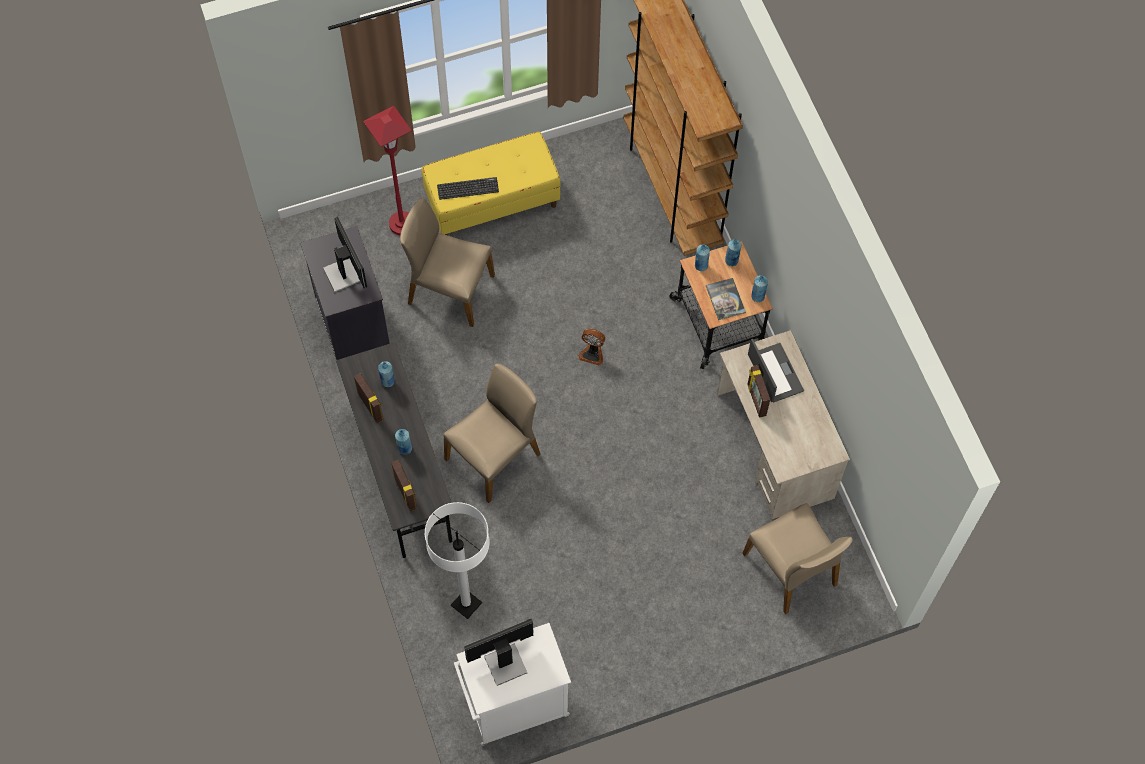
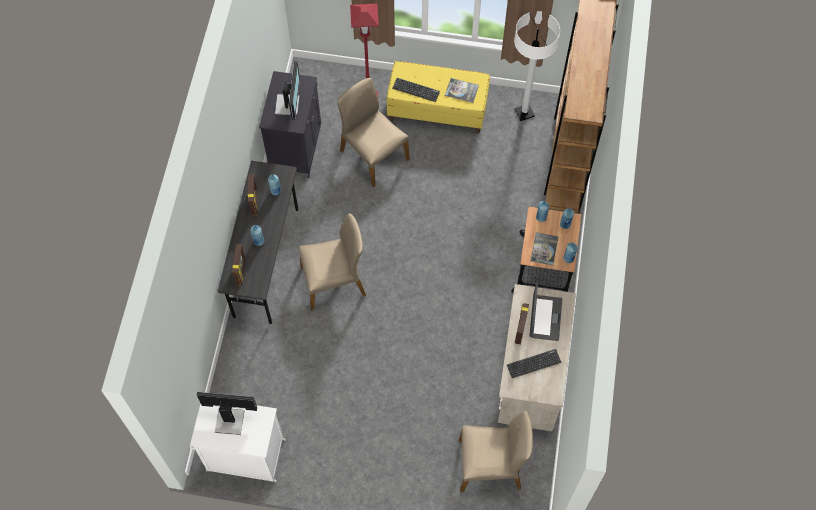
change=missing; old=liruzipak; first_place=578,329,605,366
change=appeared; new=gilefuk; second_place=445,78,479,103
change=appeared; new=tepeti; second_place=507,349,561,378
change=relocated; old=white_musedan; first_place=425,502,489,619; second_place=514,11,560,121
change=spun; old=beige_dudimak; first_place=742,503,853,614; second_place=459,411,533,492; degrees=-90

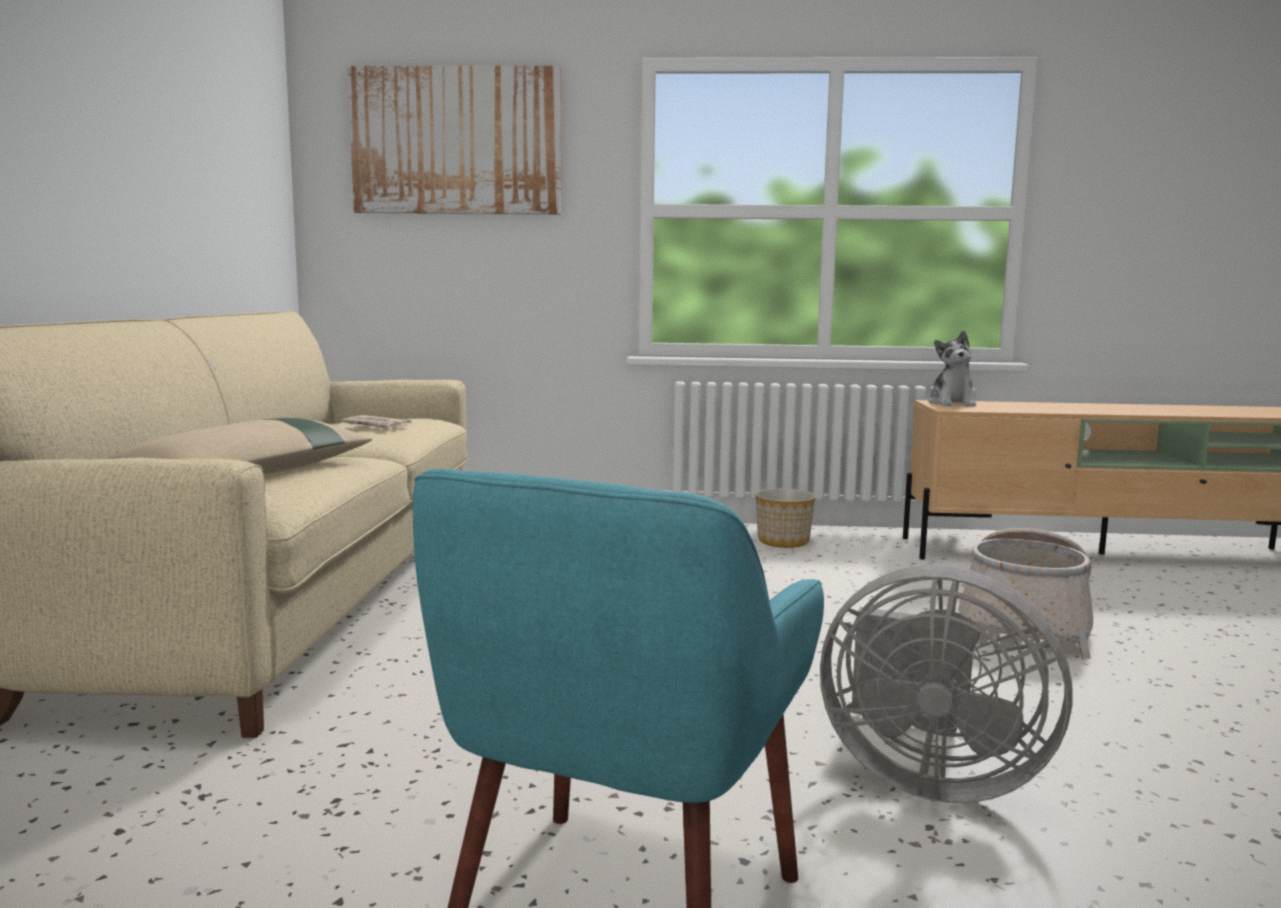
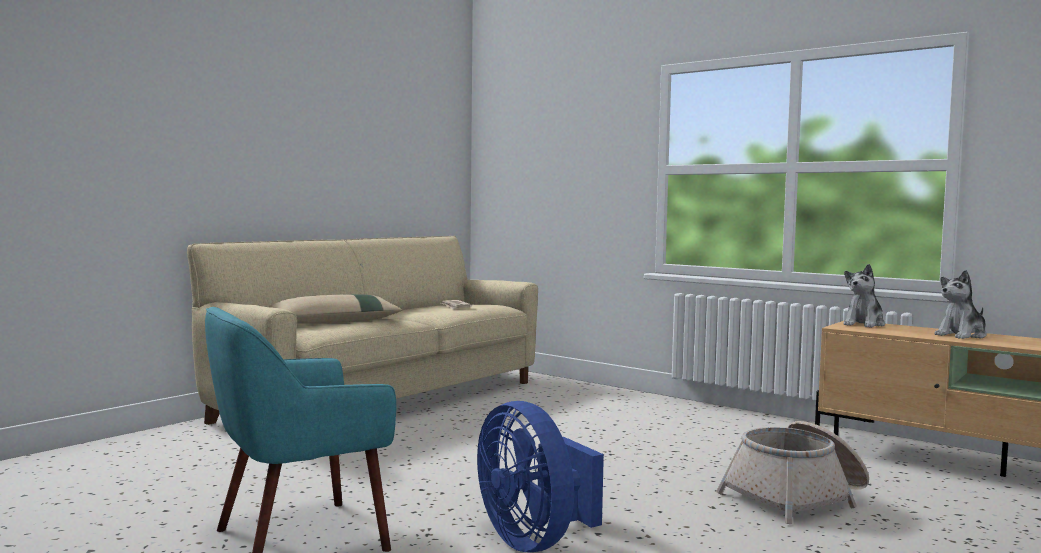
change=missing; old=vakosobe; first_place=348,66,561,214
change=missing; old=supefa; first_place=756,488,816,548
change=appeared; new=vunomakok; second_place=934,270,987,339
change=colour; old=grey_liruzipak; new=blue_liruzipak; first_place=820,565,1072,803; second_place=477,401,604,552

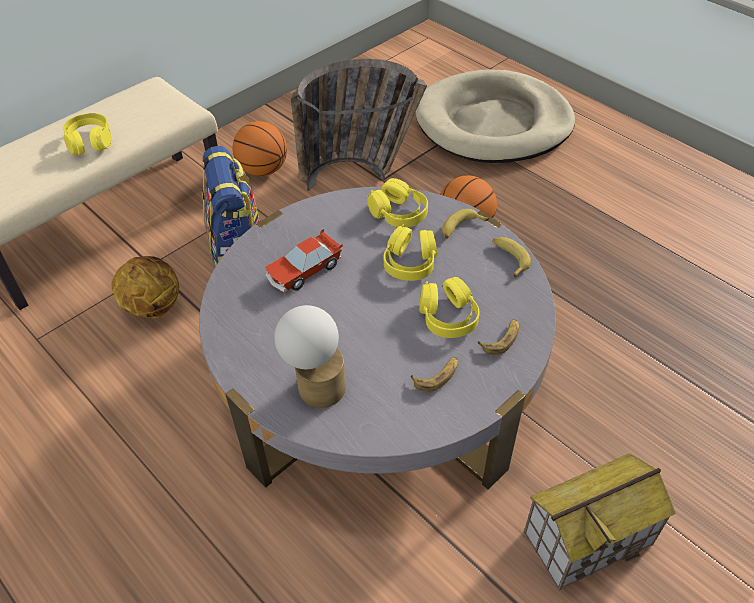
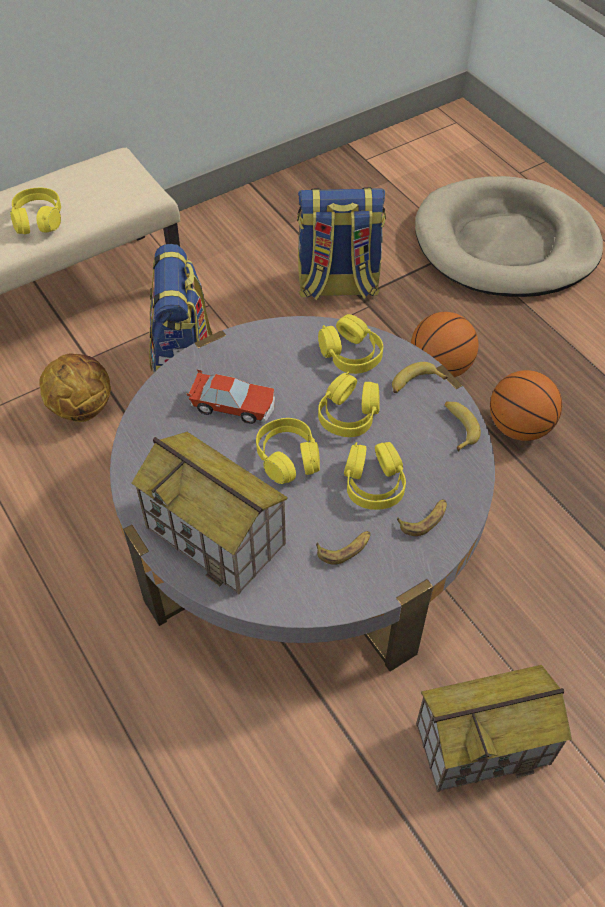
change=appeared; new=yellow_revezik; second_place=256,418,320,484
change=relocated; old=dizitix; first_place=233,121,287,176; second_place=490,370,562,441
change=exchanged; old=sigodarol; new=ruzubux; first_place=274,305,346,408; second_place=131,432,288,594
change=exchanged; old=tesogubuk; new=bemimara; first_place=291,59,427,191; second_place=297,187,386,300
change=spun; old=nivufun; first_place=265,229,343,293; second_place=186,369,275,424; degrees=-135

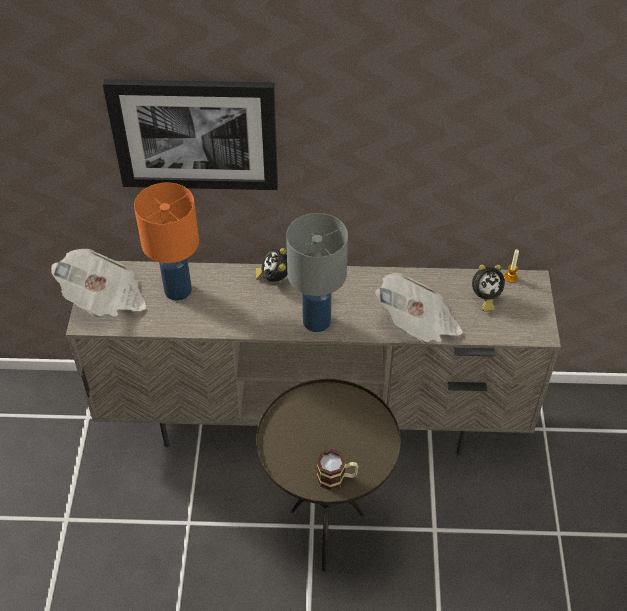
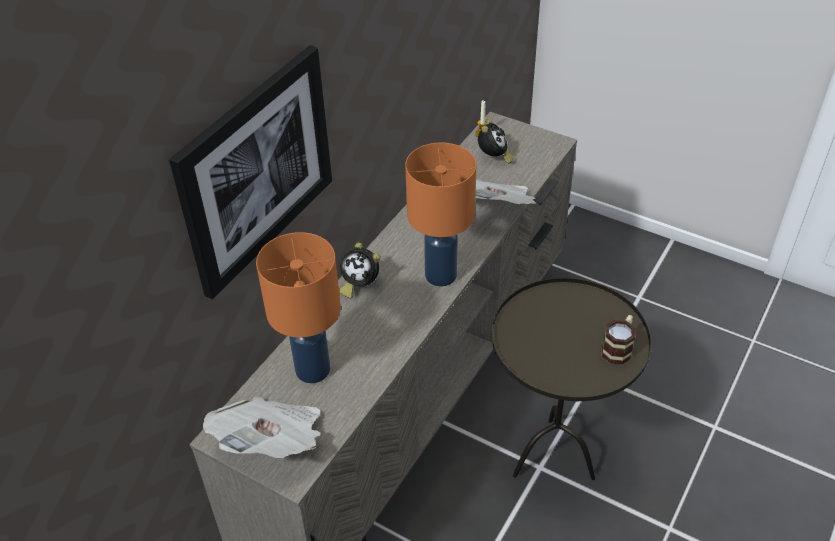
change=colour; old=grey_sigodarol; new=orange_sigodarol; first_place=286,213,348,332; second_place=405,143,476,287

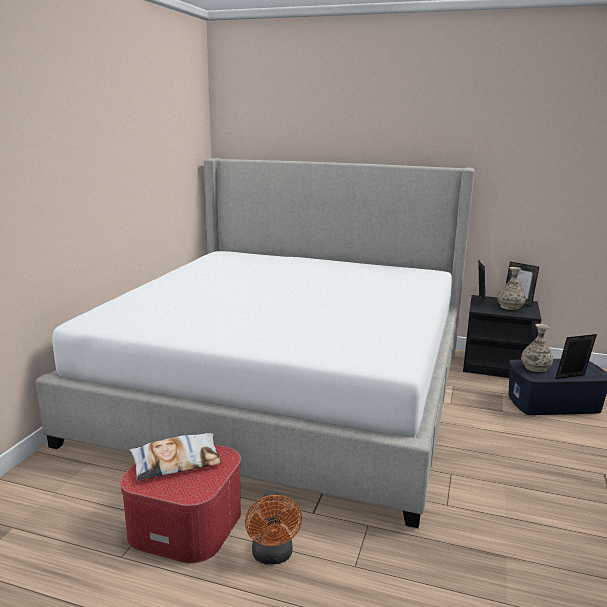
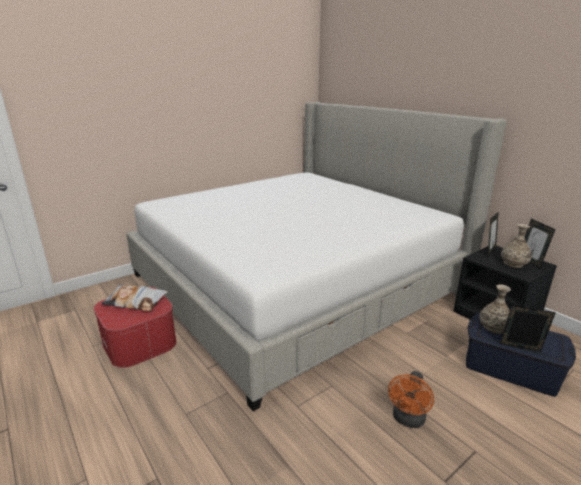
change=relocated; old=orange_liruzipak; first_place=245,490,302,565; second_place=388,371,434,428

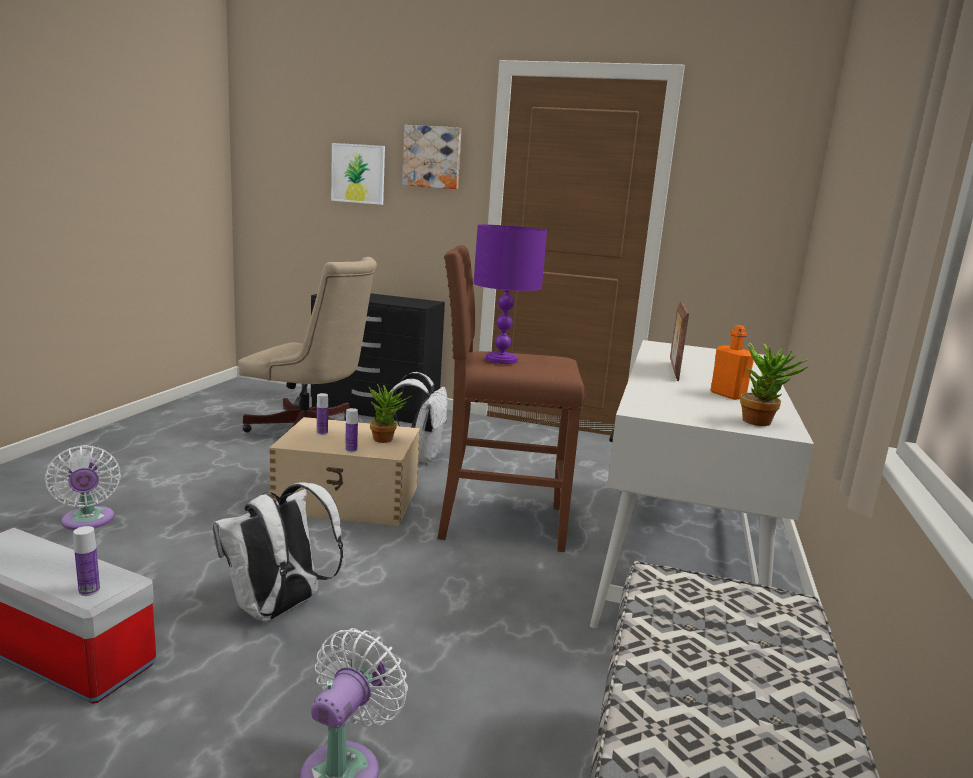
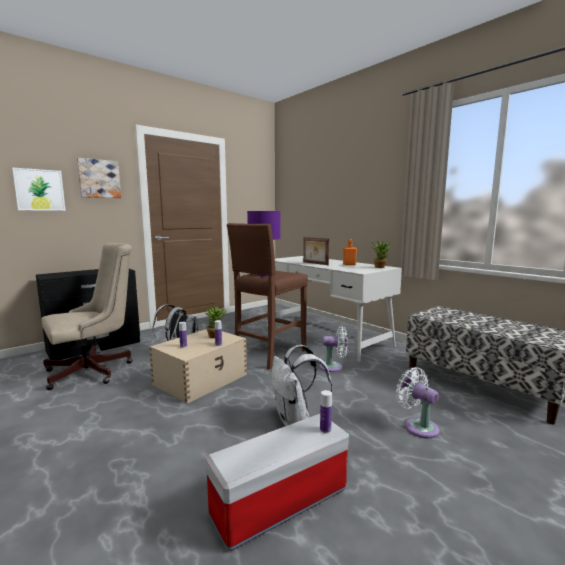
change=relocated; old=white_liruzipak; first_place=45,445,121,530; second_place=319,326,347,372

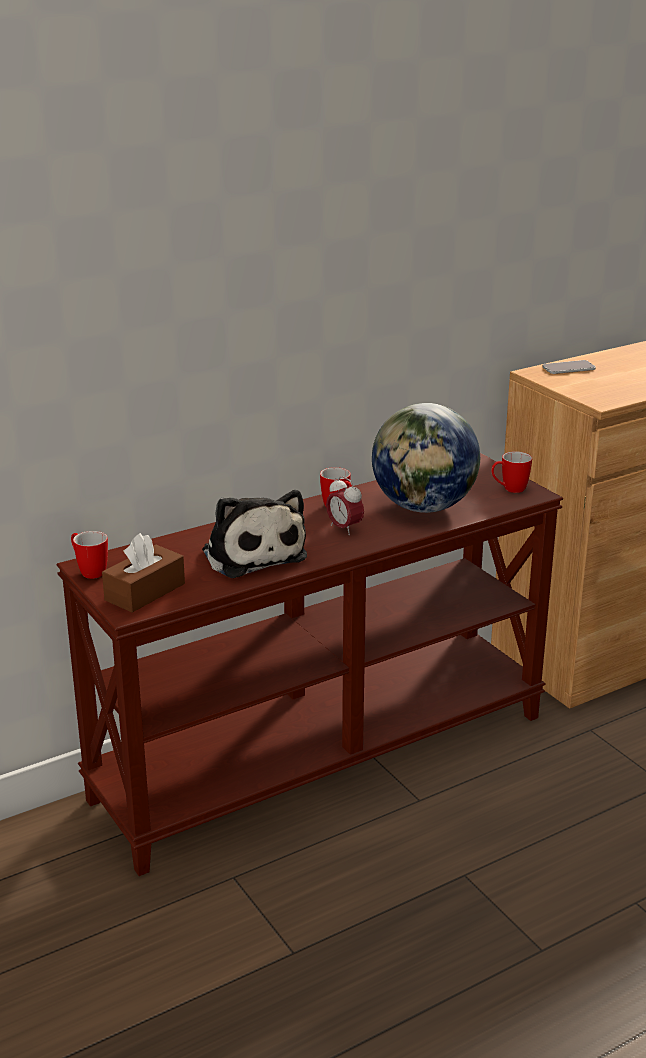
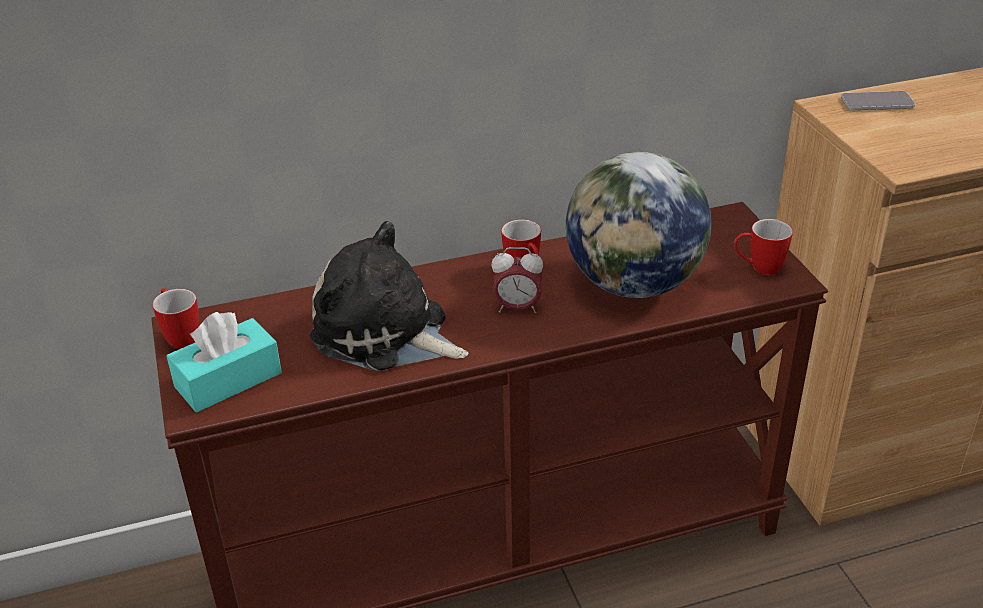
change=colour; old=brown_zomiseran; new=turquoise_zomiseran; first_place=102,533,185,613; second_place=166,312,282,412
change=spun; old=vunomakok; first_place=202,490,307,578; second_place=310,221,468,371; degrees=135
change=spun; old=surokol; first_place=326,476,364,535; second_place=491,247,543,313; degrees=-60

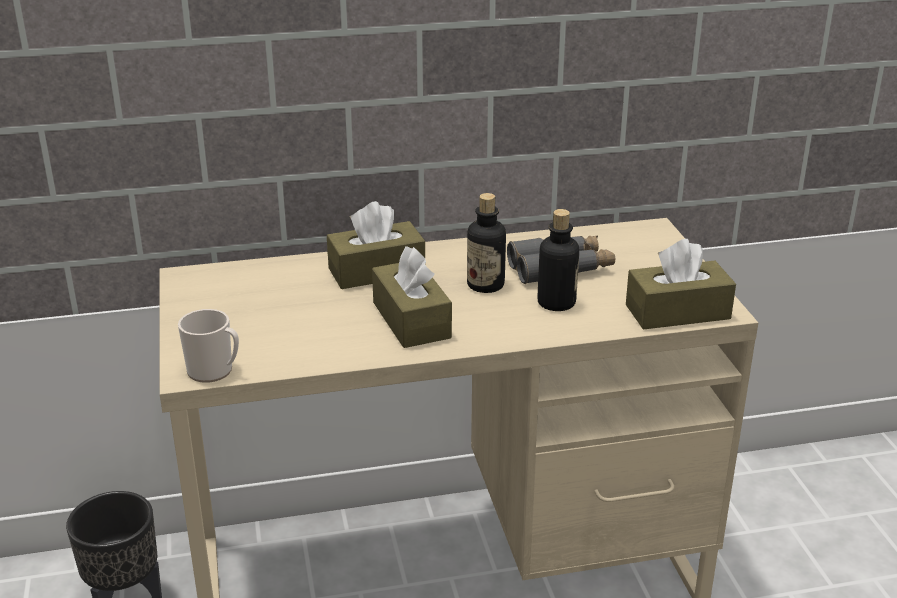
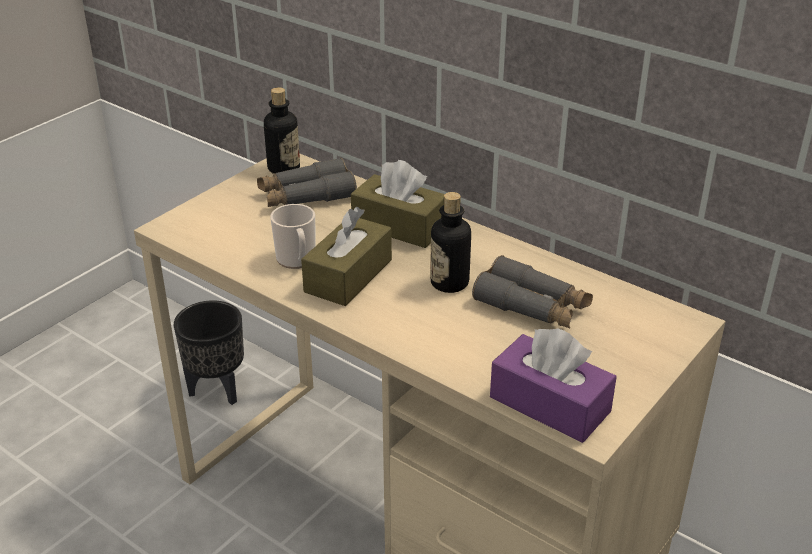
change=appeared; new=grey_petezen; second_place=257,158,357,207
change=relocated; old=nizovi; first_place=178,309,239,383; second_place=270,204,315,269
change=relocated; old=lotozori; first_place=538,209,579,311; second_place=264,87,300,174
change=colour; old=brown_zomiseran; new=purple_zomiseran; first_place=626,239,736,330; second_place=490,328,617,443

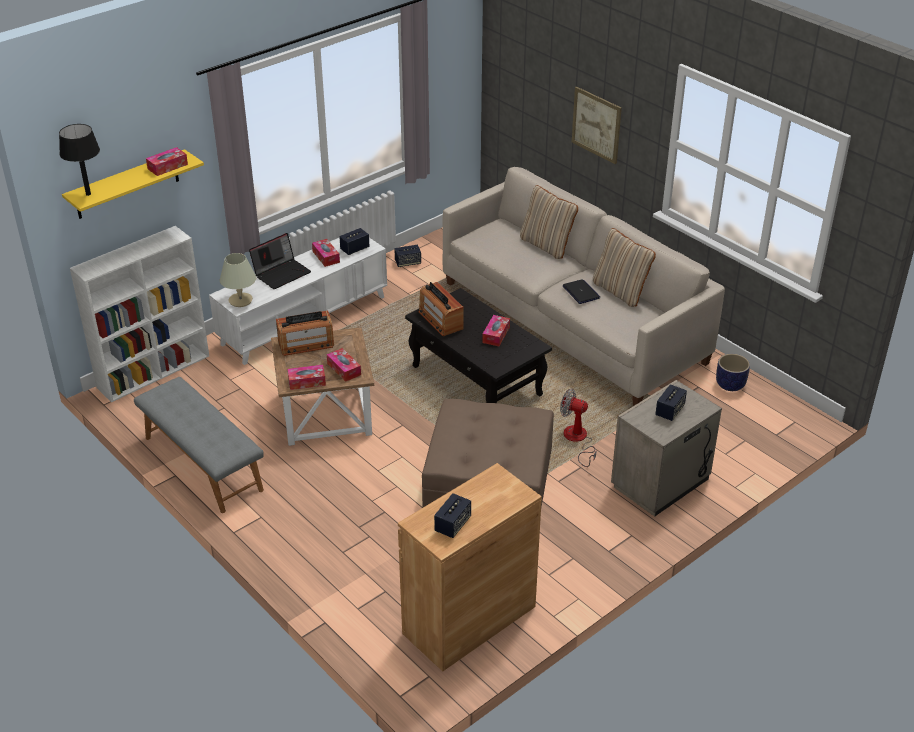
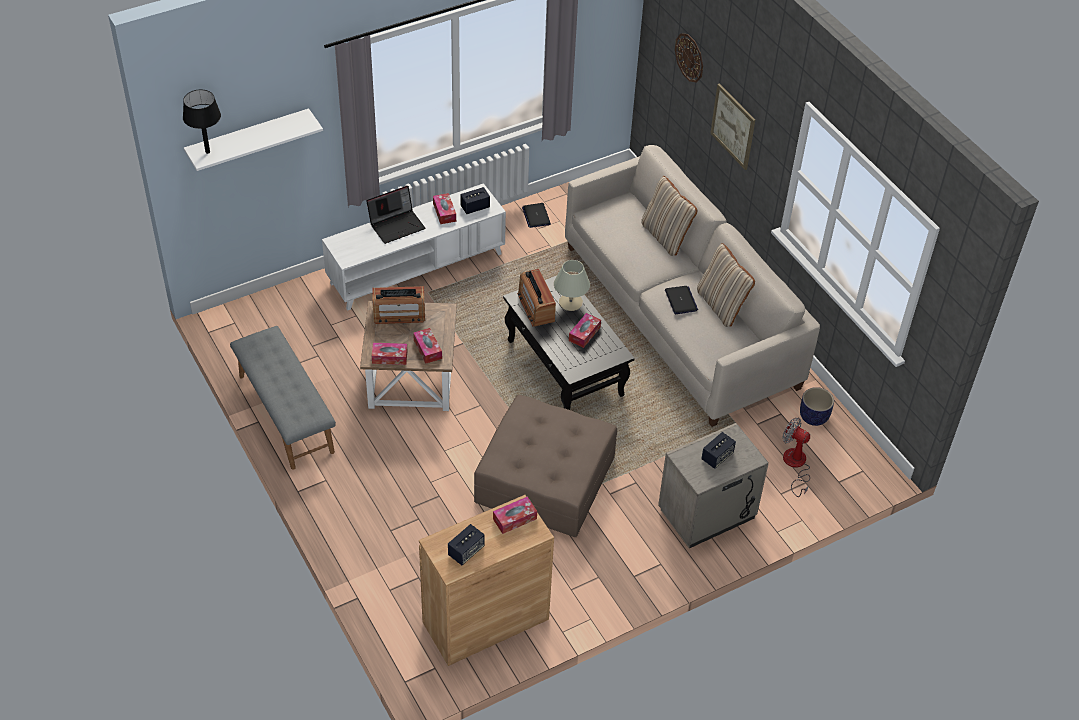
change=missing; old=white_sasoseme; first_place=70,226,209,402
change=appeared; new=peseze; second_place=675,33,703,83
change=relocated; old=zomiseran; first_place=146,147,188,176; second_place=493,497,537,534
change=relocated; old=beige_sigodarol; first_place=220,253,256,307; second_place=554,260,590,311
change=relocated; old=liruzipak; first_place=560,389,597,467; second_place=783,417,810,497
change=exchanged; old=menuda; new=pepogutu; first_place=394,245,421,267; second_place=522,203,551,228
change=colour; old=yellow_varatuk; new=white_varatuk; first_place=62,149,204,219; second_place=184,108,323,171

